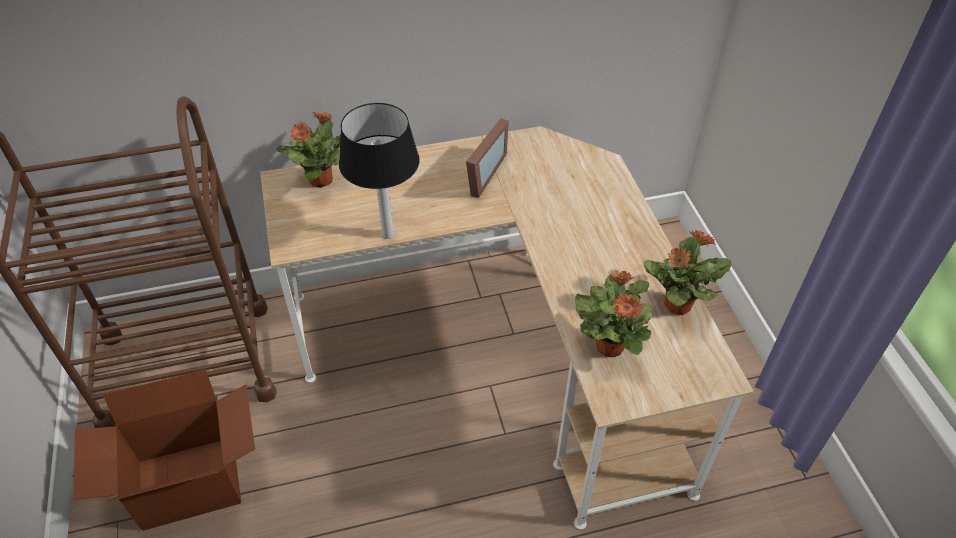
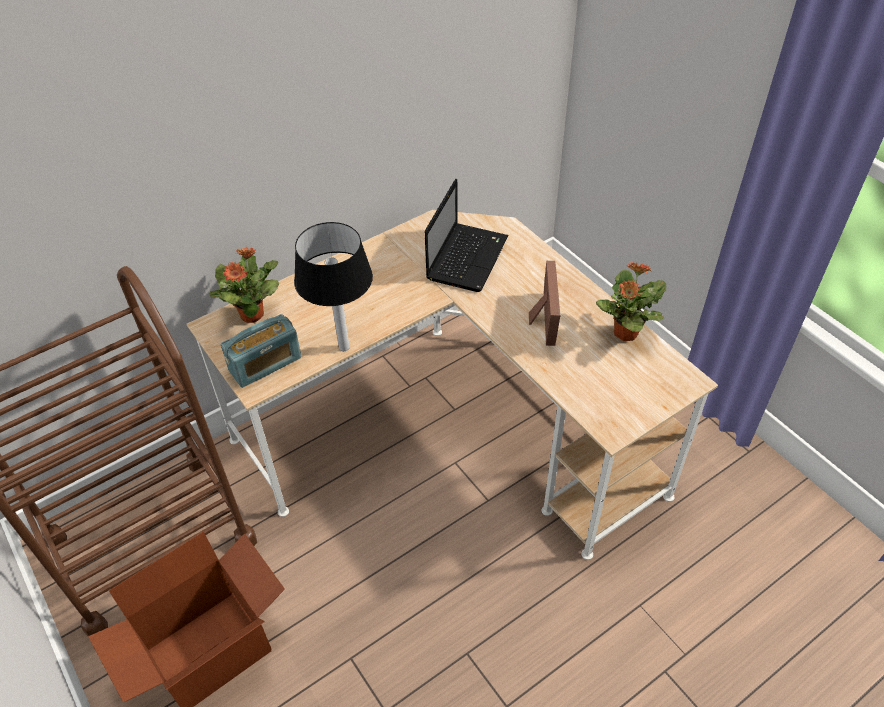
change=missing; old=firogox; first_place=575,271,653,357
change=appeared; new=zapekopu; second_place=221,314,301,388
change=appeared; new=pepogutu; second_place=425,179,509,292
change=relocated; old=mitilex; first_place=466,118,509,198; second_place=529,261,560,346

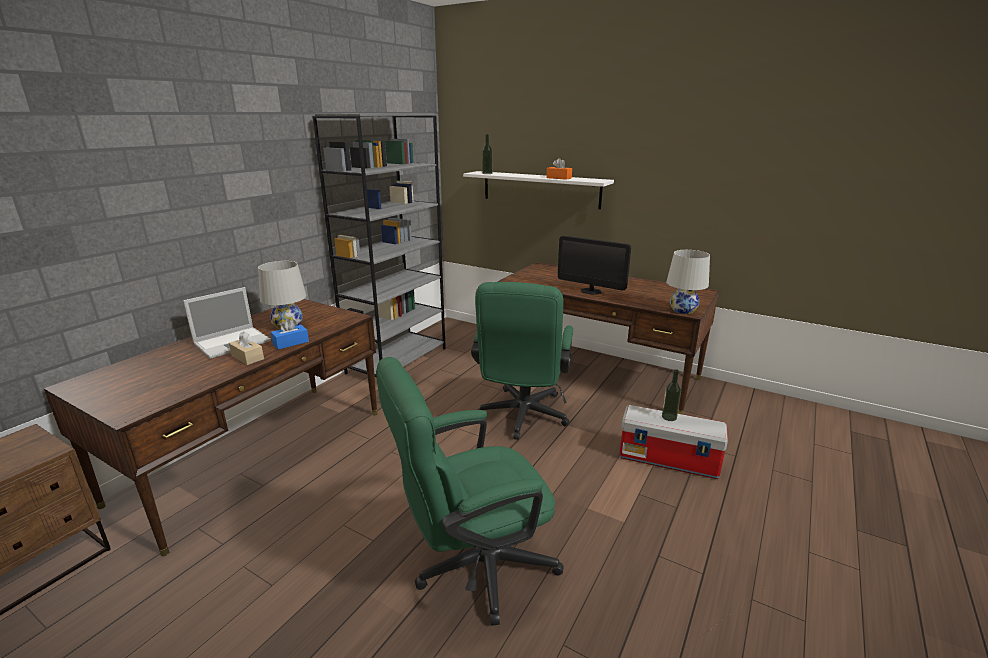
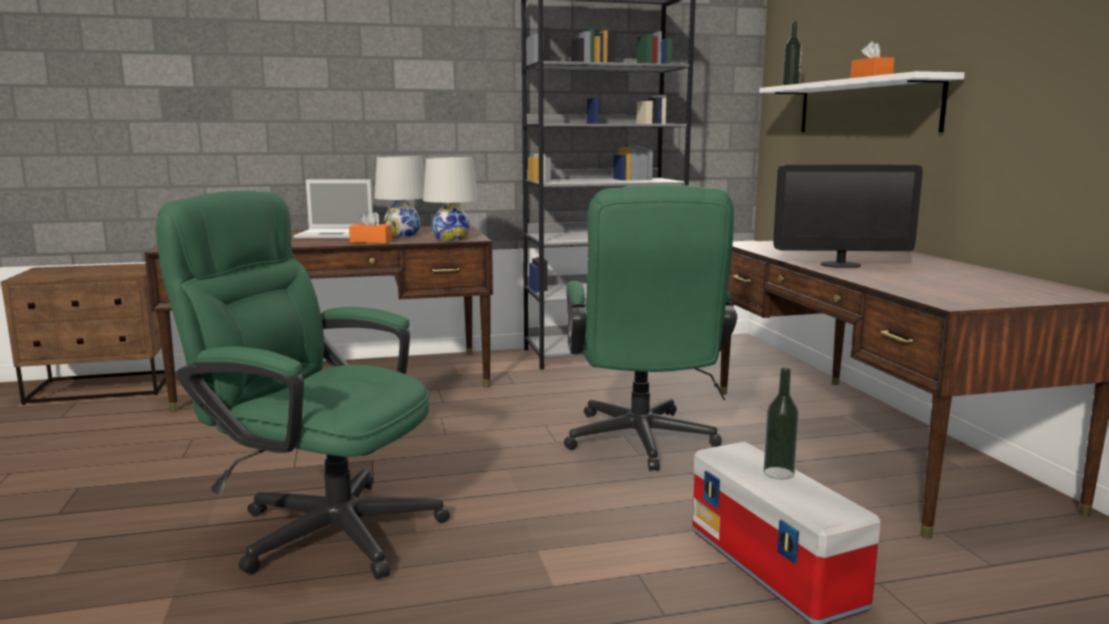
change=missing; old=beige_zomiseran; first_place=229,331,264,365
change=relocated; old=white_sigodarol; first_place=666,250,710,314; second_place=423,157,478,241
change=colour; old=blue_zomiseran; new=orange_zomiseran; first_place=271,319,309,350; second_place=349,210,392,243
change=spun; old=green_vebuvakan; first_place=471,282,573,440; second_place=564,185,737,471; degrees=-60
change=spun; old=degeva; first_place=558,236,631,295; second_place=774,164,923,268; degrees=-75

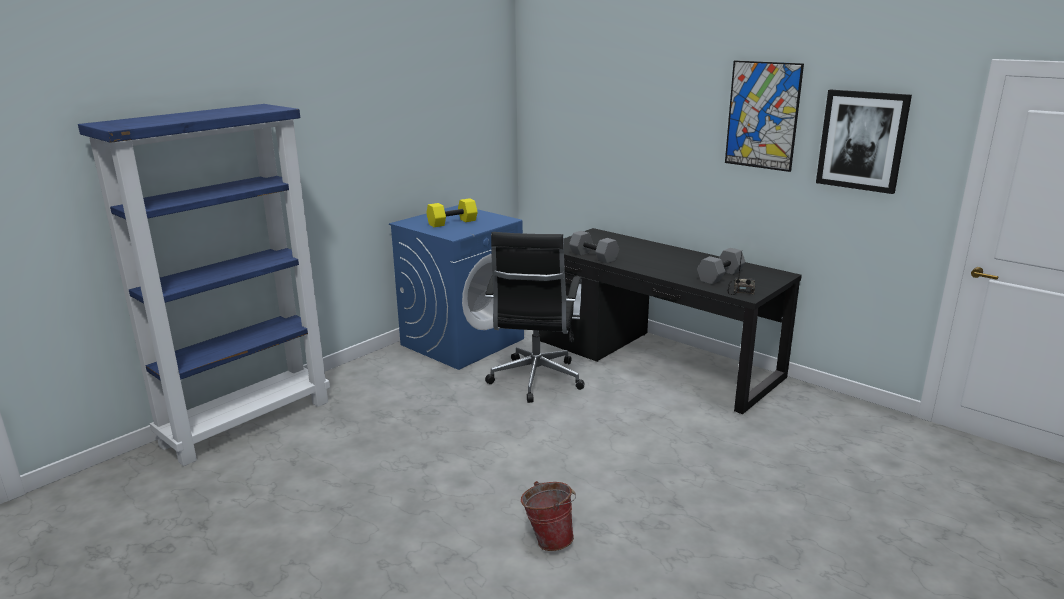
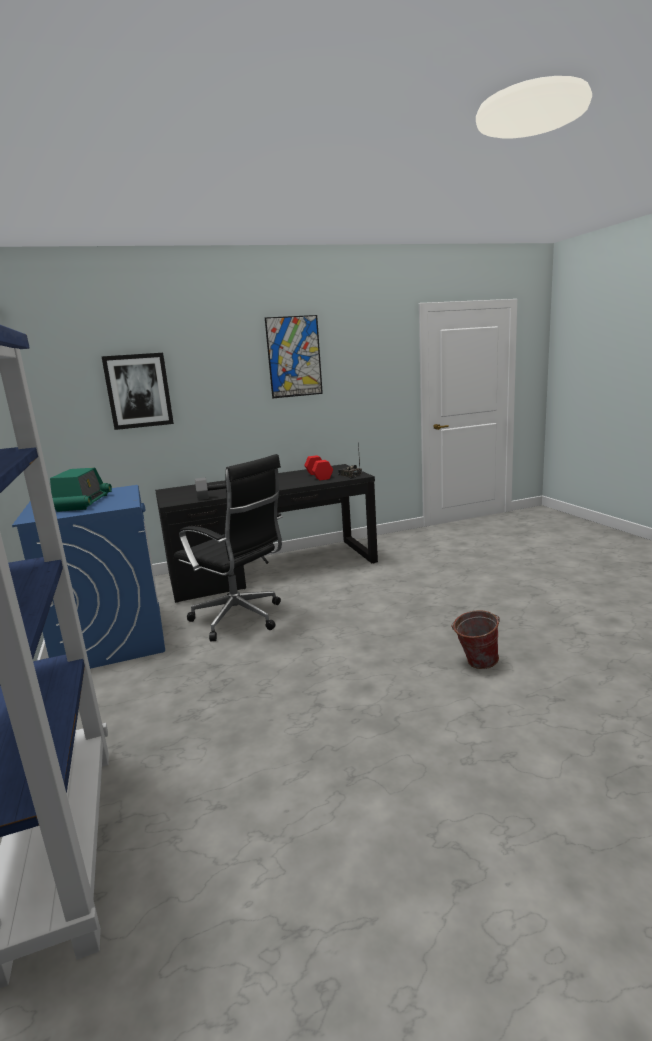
change=relocated; old=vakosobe; first_place=816,90,912,194; second_place=101,353,174,430
change=exchanged; old=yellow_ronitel; new=zapekopu; first_place=426,198,478,227; second_place=50,468,112,512
change=colour; old=grey_ronitel; new=red_ronitel; first_place=697,248,746,284; second_place=304,455,333,480

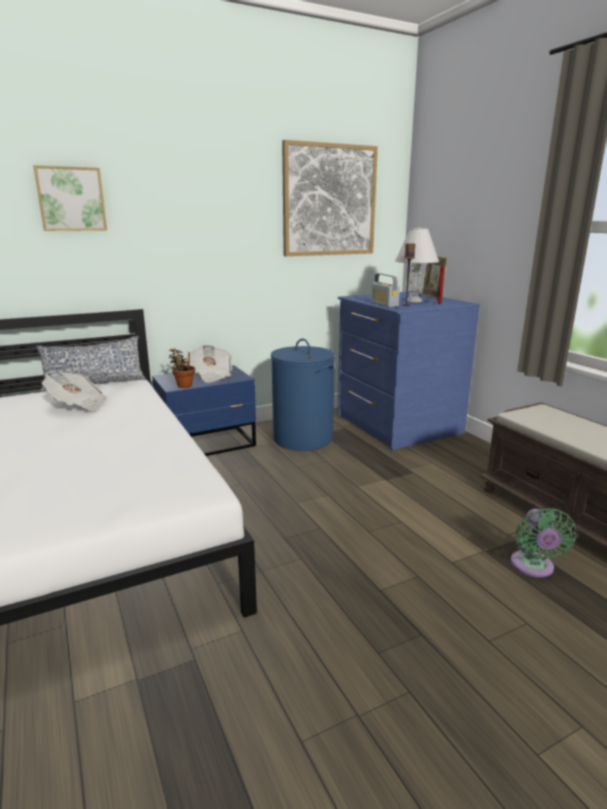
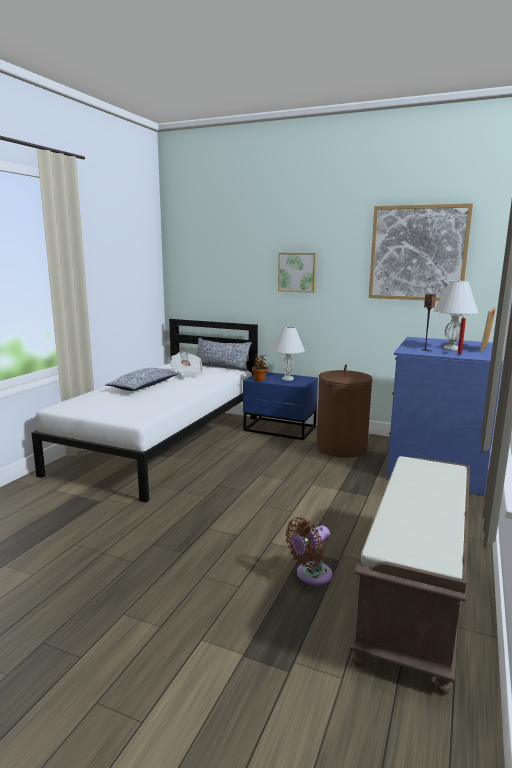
change=missing; old=zapekopu; first_place=371,273,400,308
change=appeared; new=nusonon; second_place=105,368,179,391
change=relocated; old=vakosobe; first_place=34,165,107,231; second_place=278,253,317,293
change=exchanged; old=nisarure; new=white_sigodarol; first_place=190,345,232,383; second_place=272,326,305,381
change=colour; old=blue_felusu; new=brown_felusu; first_place=271,339,335,451; second_place=316,364,373,458
change=colour; old=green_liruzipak; new=brown_liruzipak; first_place=510,508,576,578; second_place=285,517,333,585

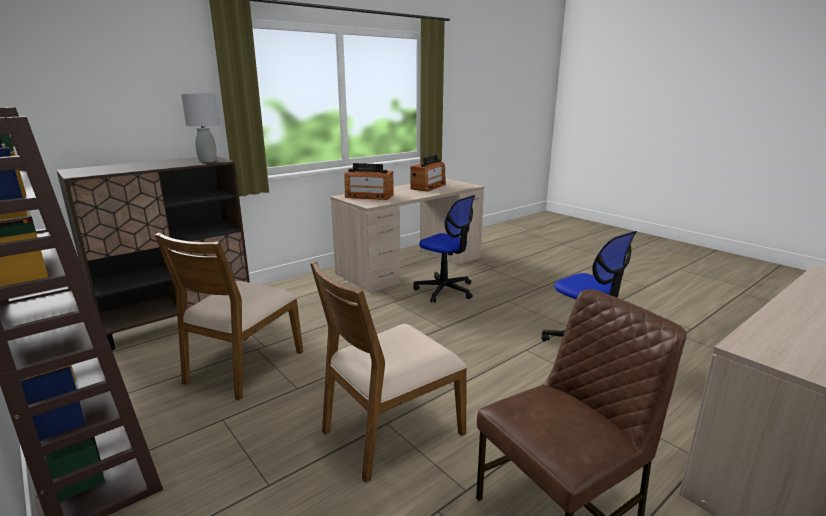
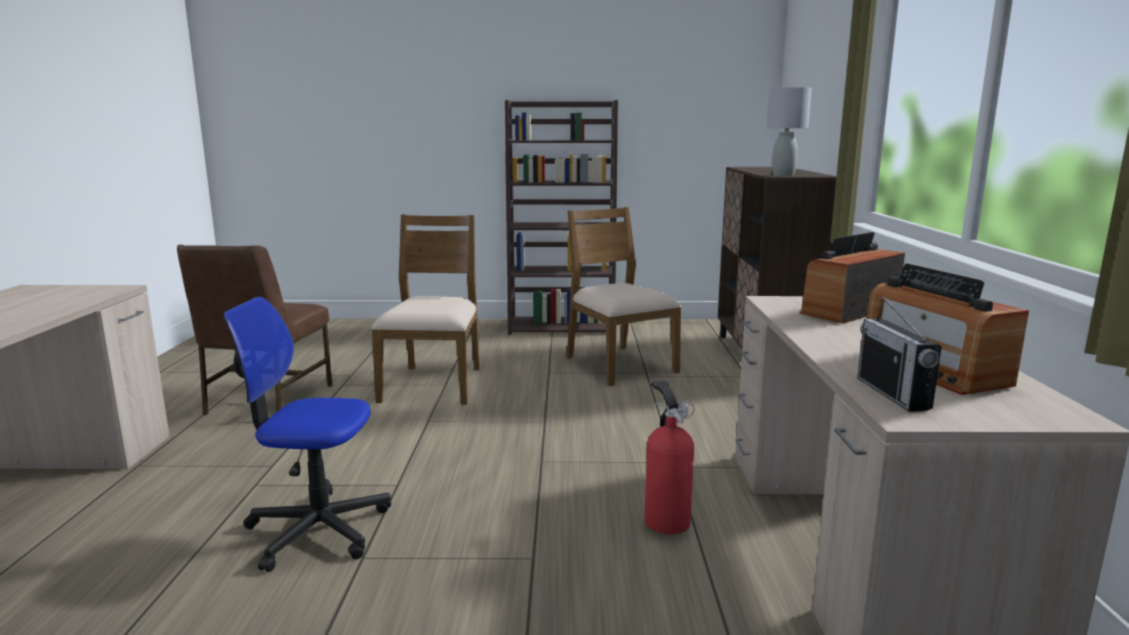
change=appeared; new=zapekopu; second_place=857,294,942,412
change=exchanged; old=vebuvakan; new=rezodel; first_place=413,195,475,303; second_place=645,380,695,534

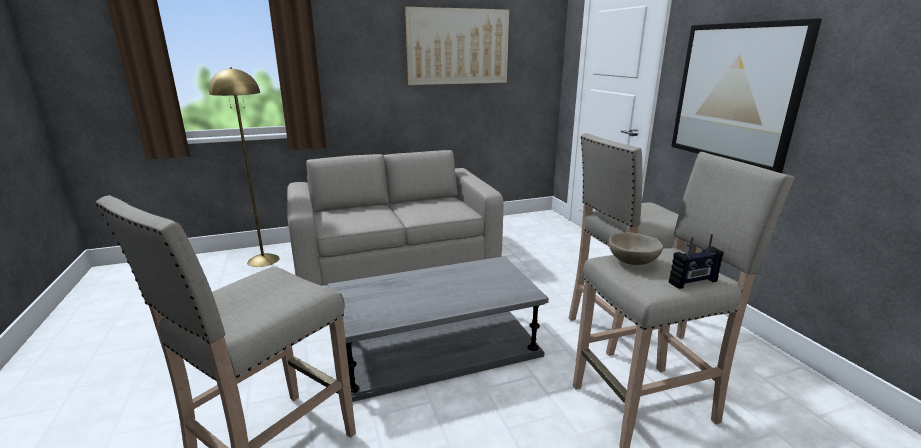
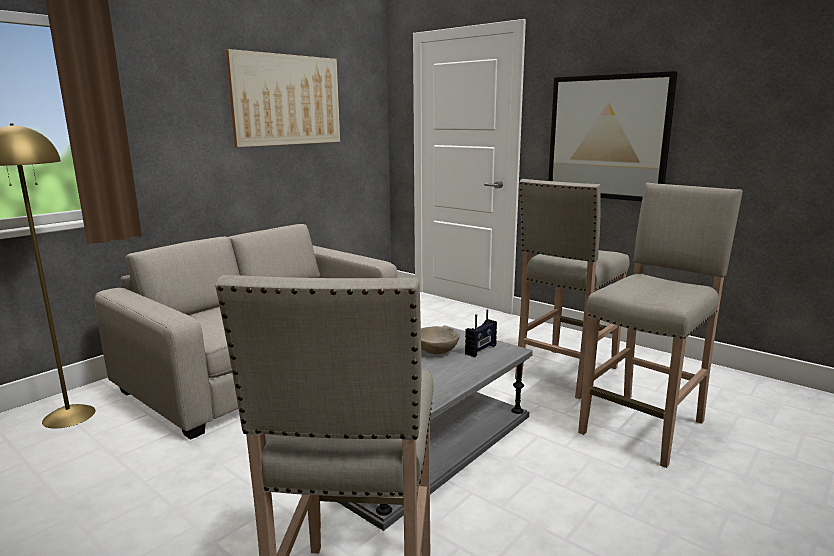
change=relocated; old=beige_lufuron; first_place=609,232,663,265; second_place=421,326,460,354
change=relocated; old=zapekopu; first_place=669,234,724,289; second_place=465,309,497,357

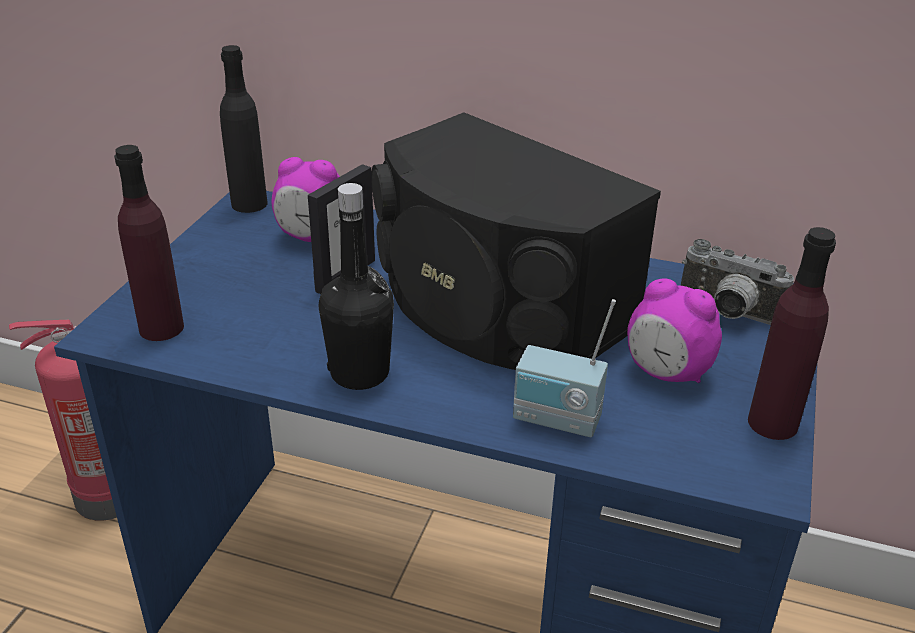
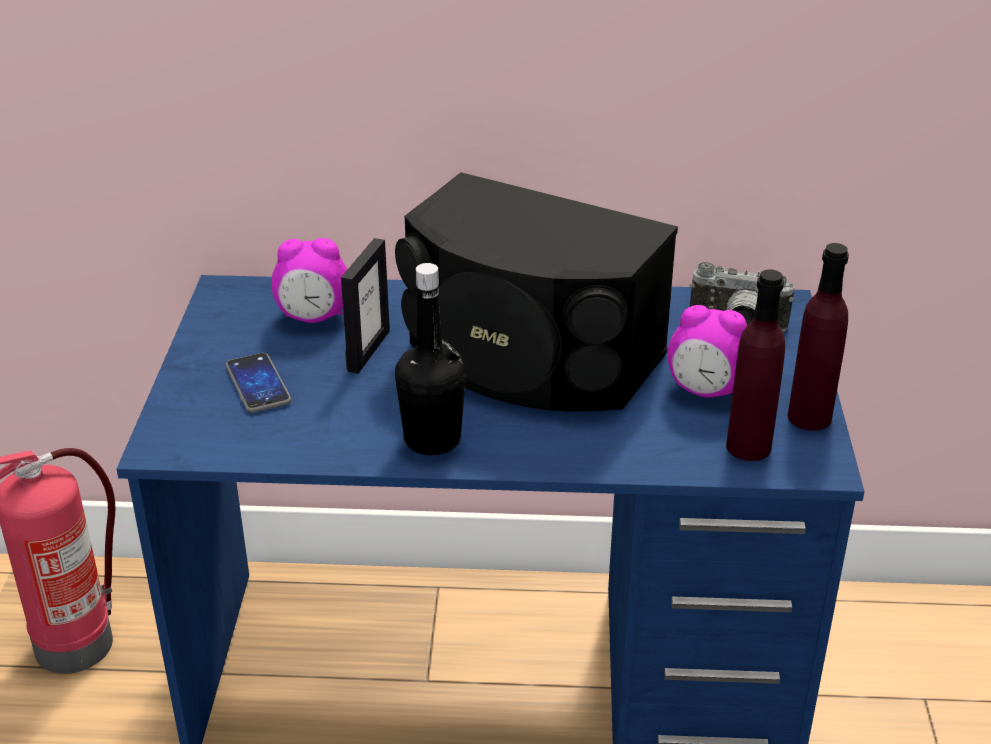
change=missing; old=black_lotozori; first_place=220,45,268,213
change=missing; old=zapekopu; first_place=513,299,616,437
change=appeared; new=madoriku; second_place=225,353,291,413
change=relocated; old=purple_lotozori; first_place=114,145,184,341; second_place=726,269,785,461

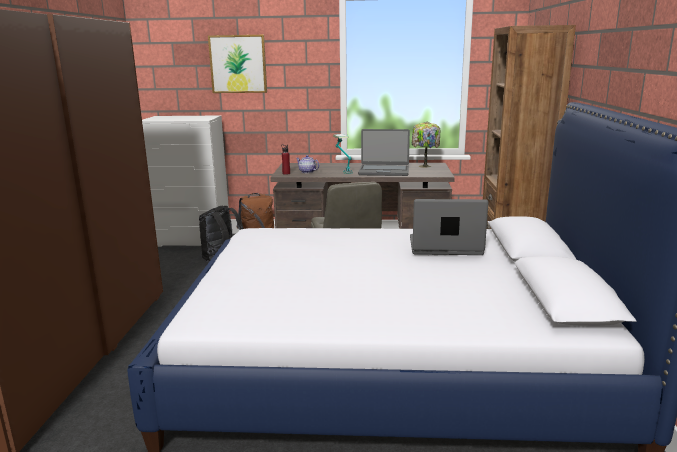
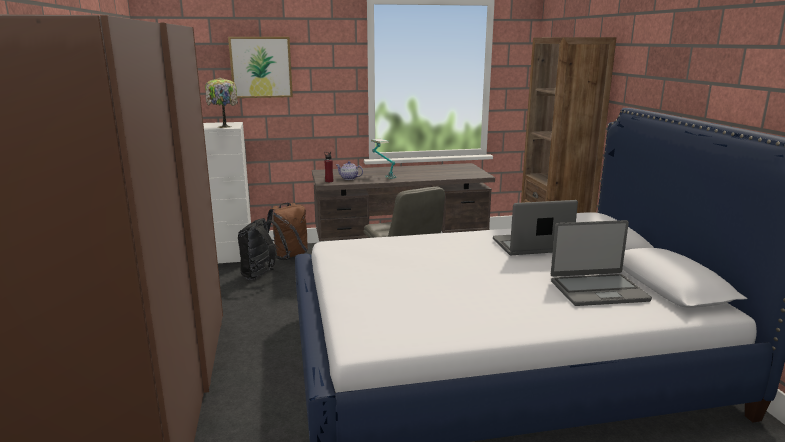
change=relocated; old=pepogutu; first_place=358,129,410,176; second_place=551,220,652,306
change=relocated; old=sigodarol; first_place=412,122,440,168; second_place=205,78,238,128

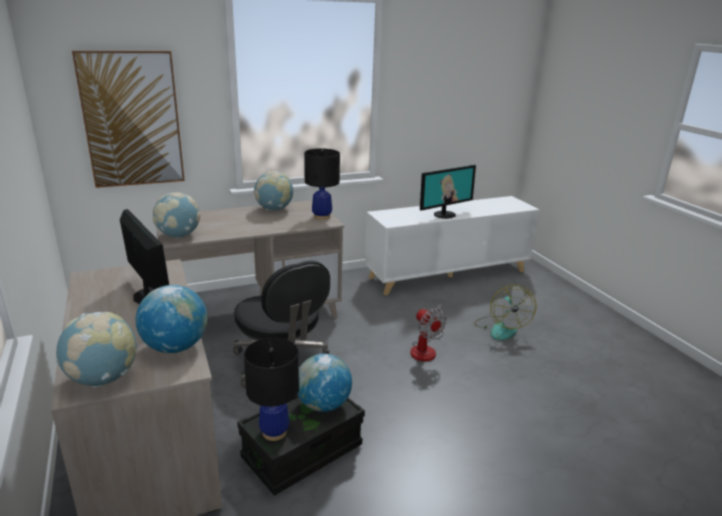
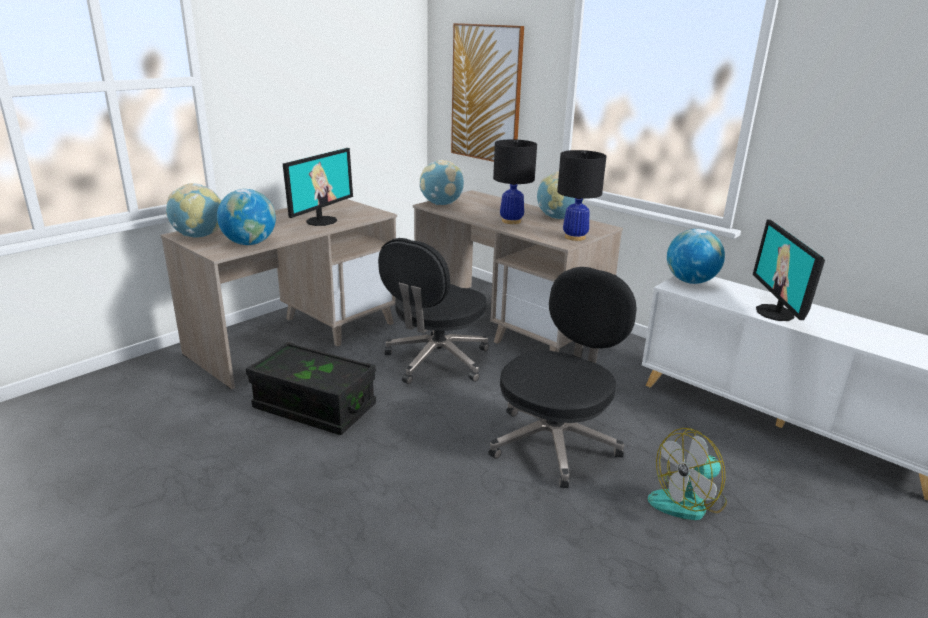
change=relocated; old=black_sigodarol; first_place=244,338,299,441; second_place=493,139,537,224
change=relocated; old=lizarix; first_place=298,354,352,412; second_place=667,229,725,284
change=exchanged; old=liruzipak; new=black_vebuvakan; first_place=410,304,447,361; second_place=488,267,637,488
change=spun; old=degeva; first_place=420,165,476,219; second_place=753,220,825,321; degrees=60

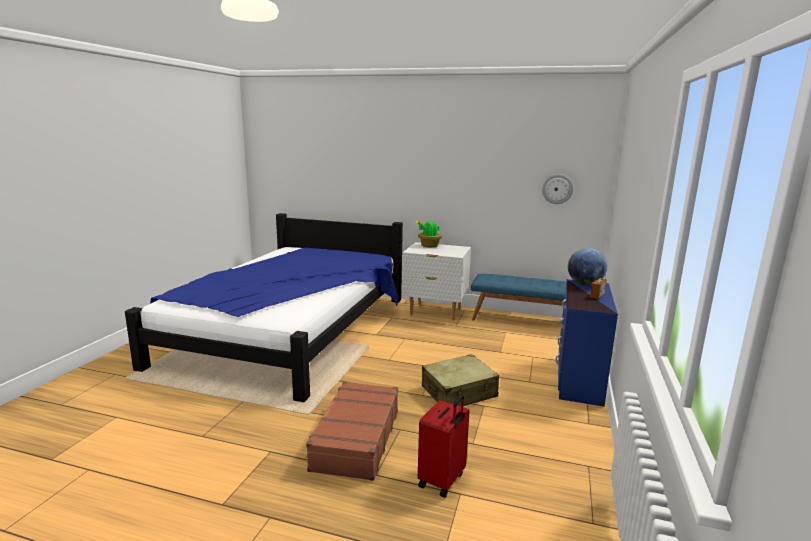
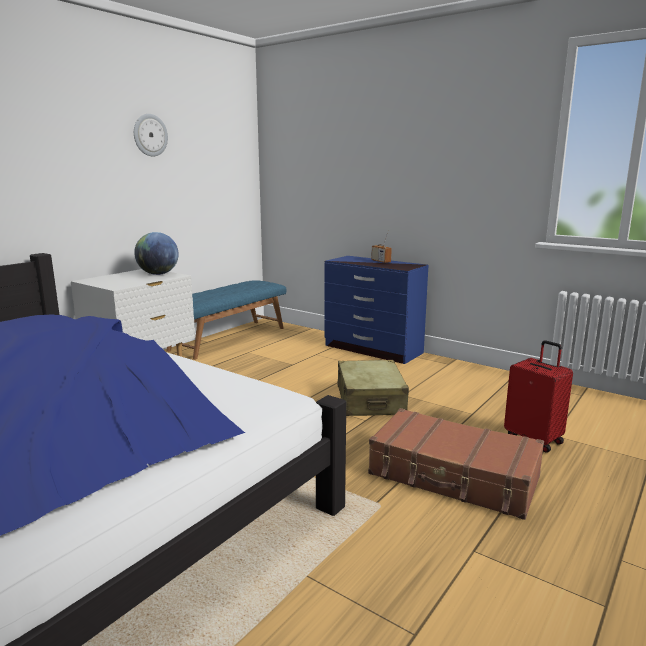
change=missing; old=firogox; first_place=415,219,442,247
change=relocated; old=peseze; first_place=542,174,573,204; second_place=134,114,168,157
change=relocated; old=lizarix; first_place=568,248,607,285; second_place=134,232,179,275

